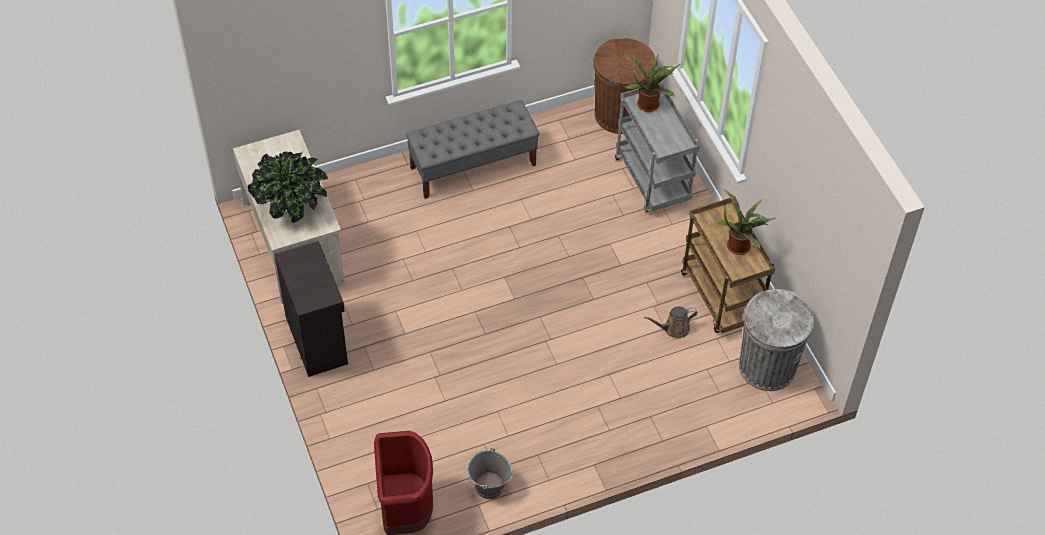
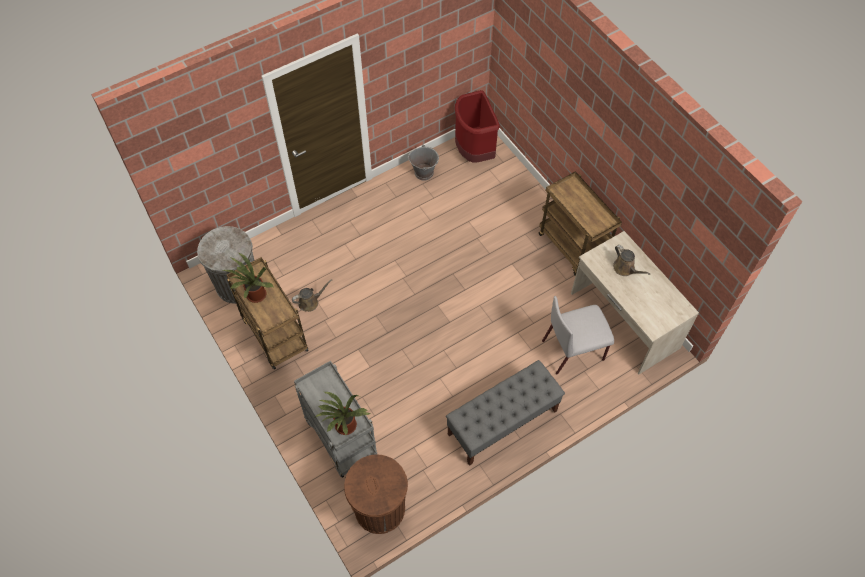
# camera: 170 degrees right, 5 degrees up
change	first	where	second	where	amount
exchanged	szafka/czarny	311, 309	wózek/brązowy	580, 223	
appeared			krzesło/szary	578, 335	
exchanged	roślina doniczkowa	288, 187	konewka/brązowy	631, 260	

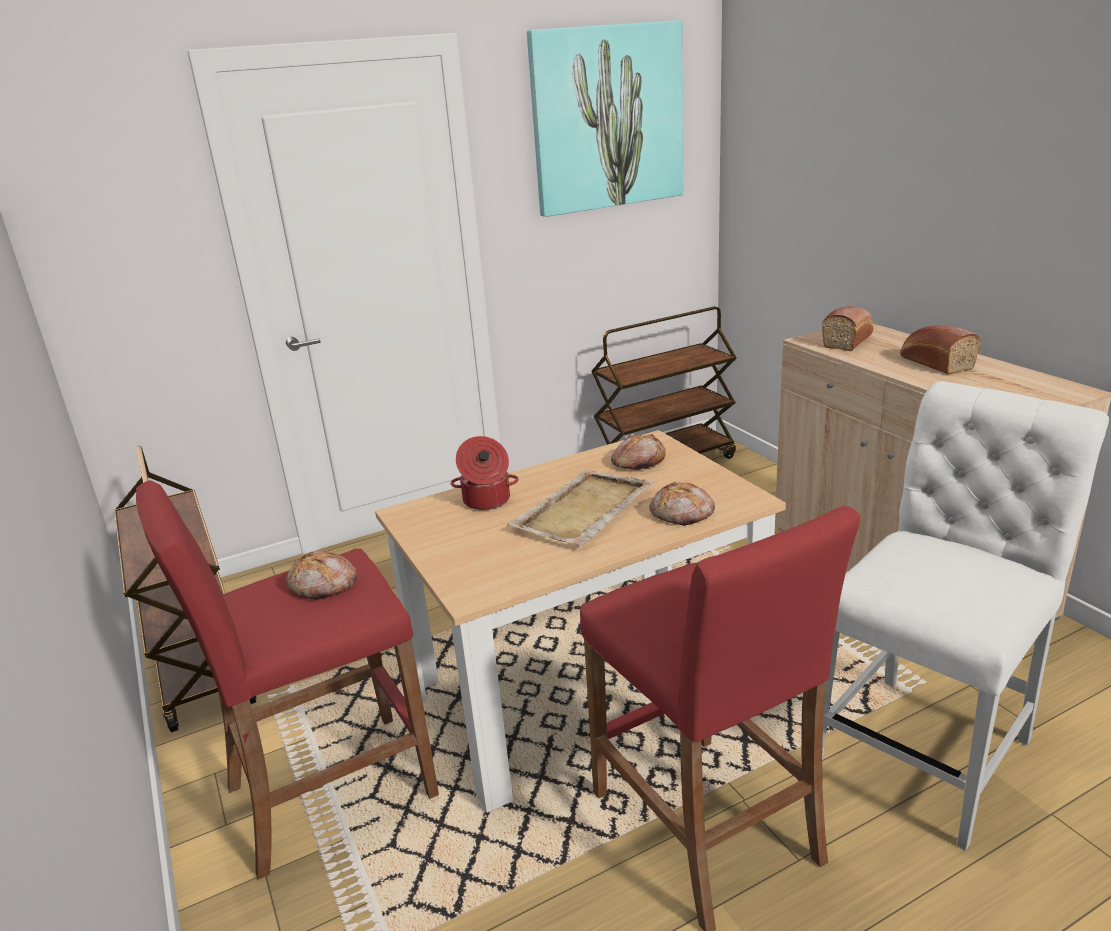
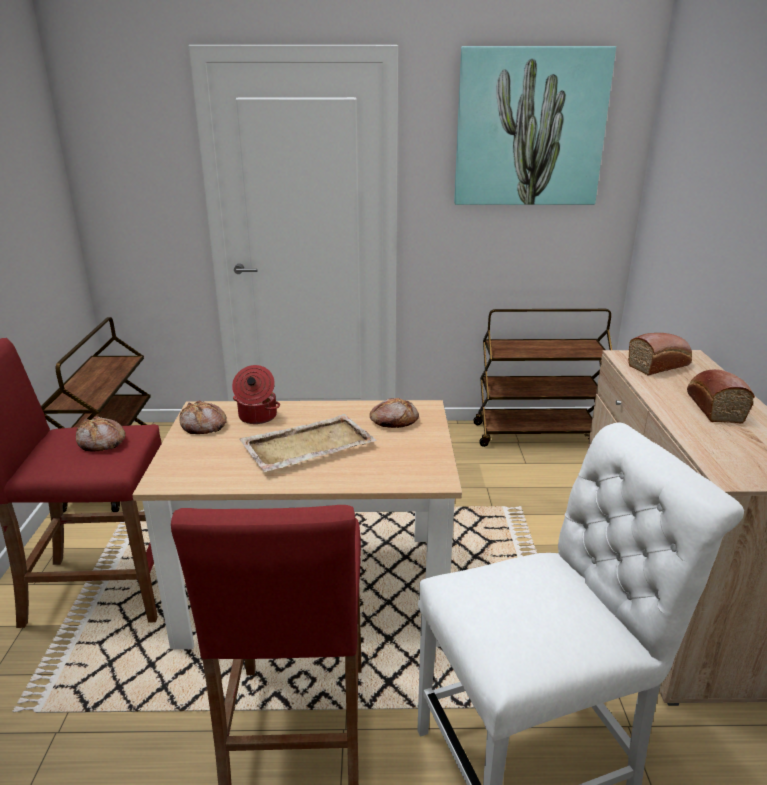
# camera: 25 degrees right, 0 degrees up
change	first	where	second	where	amount
relocated	chleb	682, 504		203, 417	

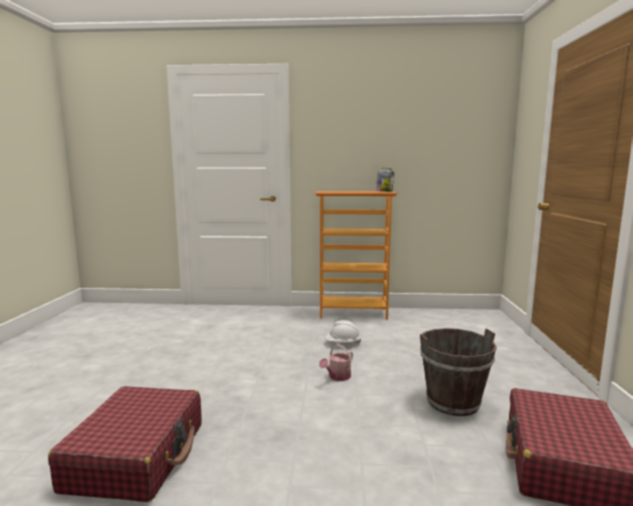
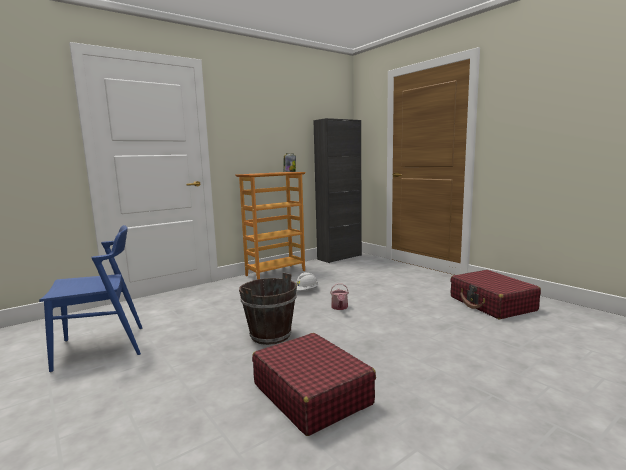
# camera: 40 degrees left, 0 degrees up
change	first	where	second	where	amount
appeared			krzesło/niebieski	90, 298	
relocated	wiadro/brązowy	458, 372		268, 309	
appeared			szafka/czarny	337, 190	

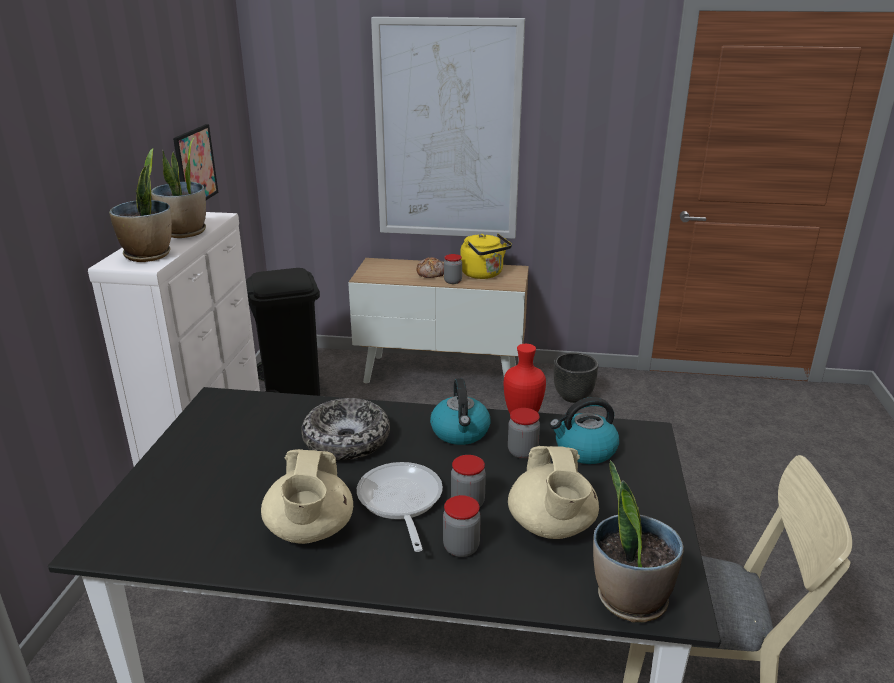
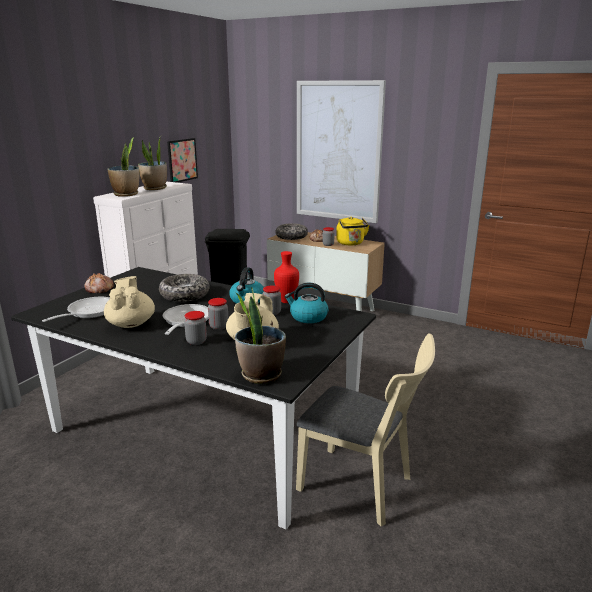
# camera: 20 degrees right, 5 degrees down
change	first	where	second	where	amount
appeared			patelnia	76, 309	
appeared			chleb	99, 283	
spun	imbryk/beżowy	307, 496		129, 302	150 degrees clockwise
appeared			miska	292, 231	
missing	donica/czarny	576, 378			

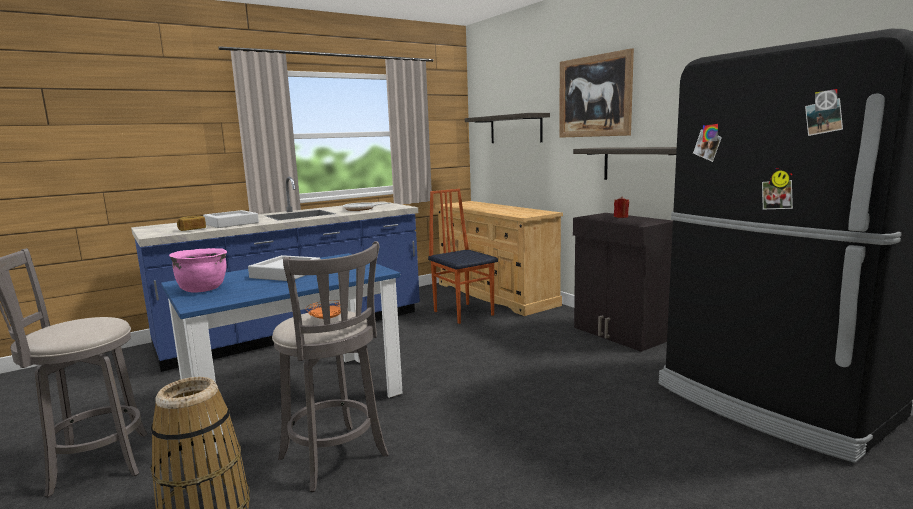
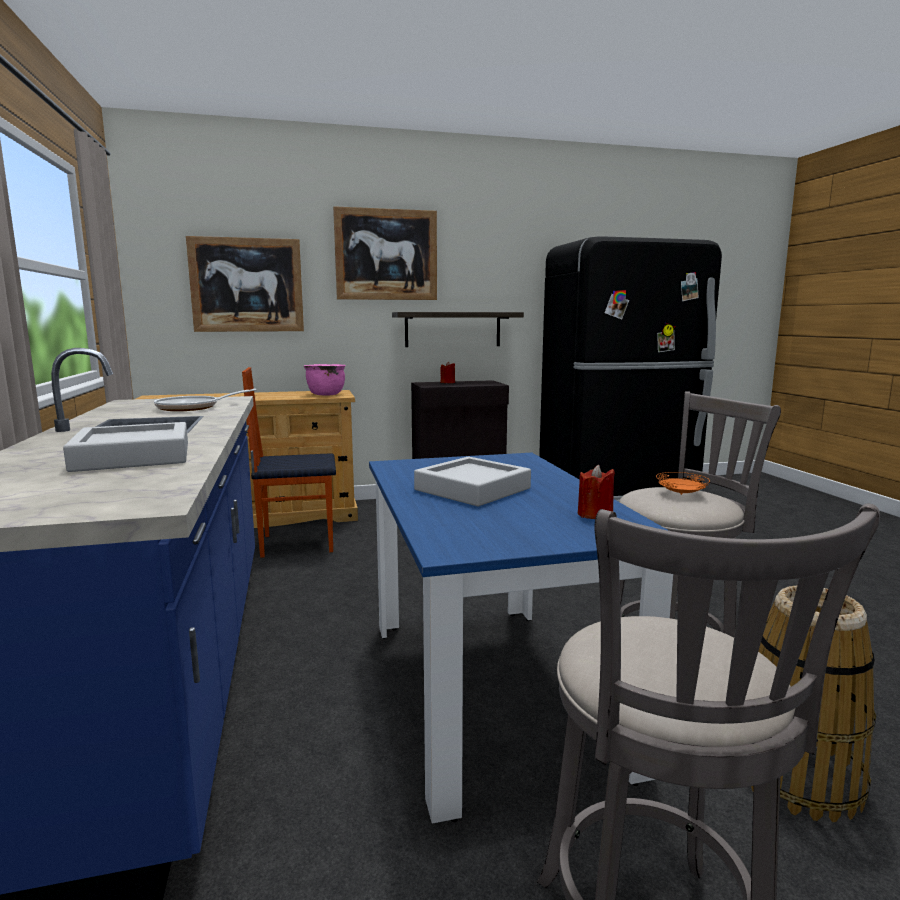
# camera: 70 degrees left, 0 degrees up
change	first	where	second	where	amount
exchanged	półka	507, 128	obraz	245, 284	
relocated	garnek/różowy	198, 270		324, 380	
appeared			świeca/czerwony	596, 492	
missing	chleb	191, 223			

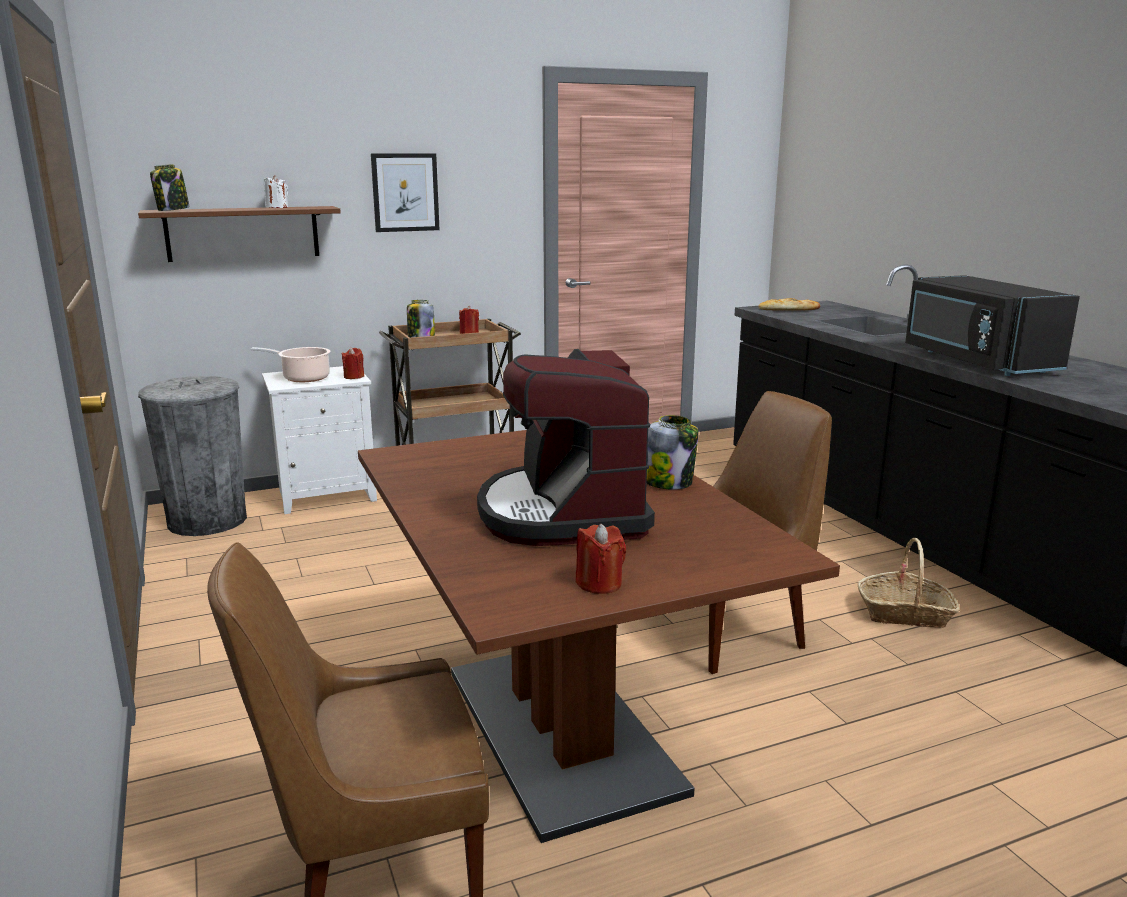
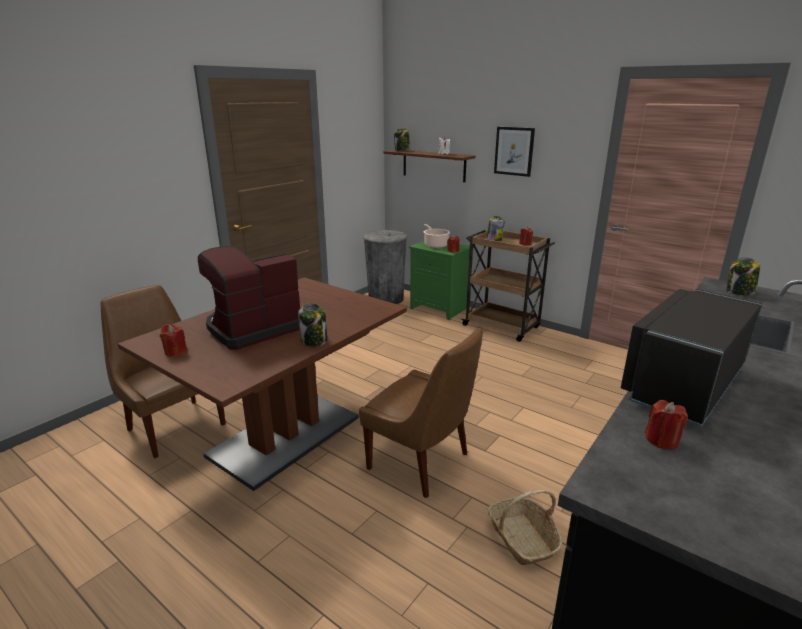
# camera: 60 degrees right, 5 degrees up
change	first	where	second	where	amount
colour	szafka nocna/biały	319, 440	szafka nocna/zielony	441, 280	
appeared			świeca/czerwony	666, 424	
exchanged	chleb	789, 304	słoik	743, 276	

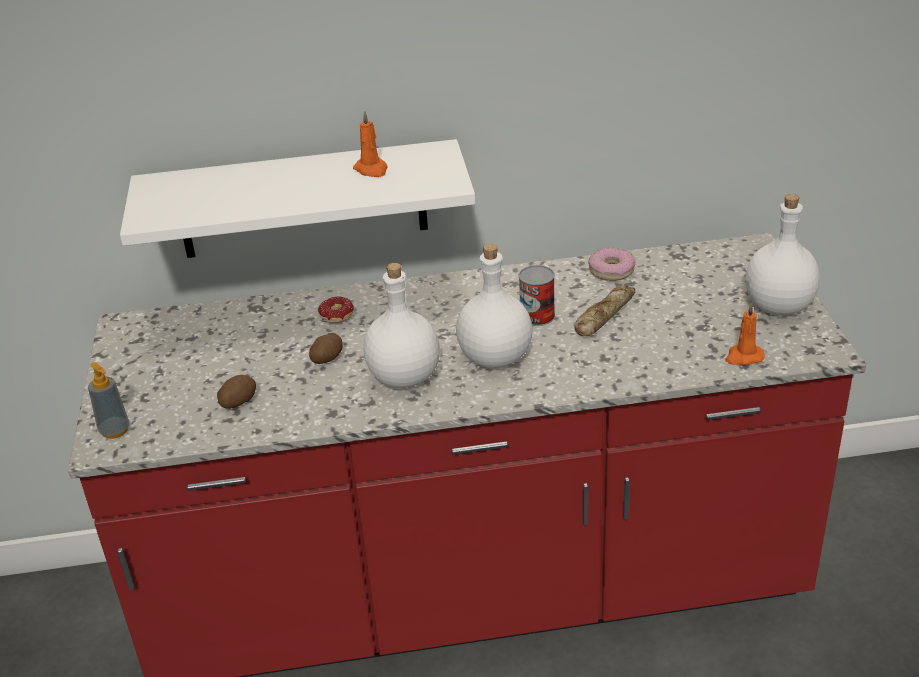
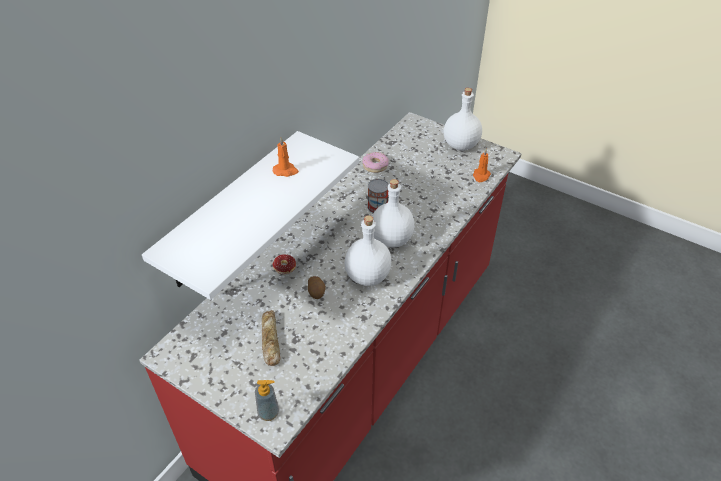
# camera: 50 degrees left, 10 degrees up
change	first	where	second	where	amount
relocated	chleb	605, 310		271, 338	
missing	ziemniak	236, 392			

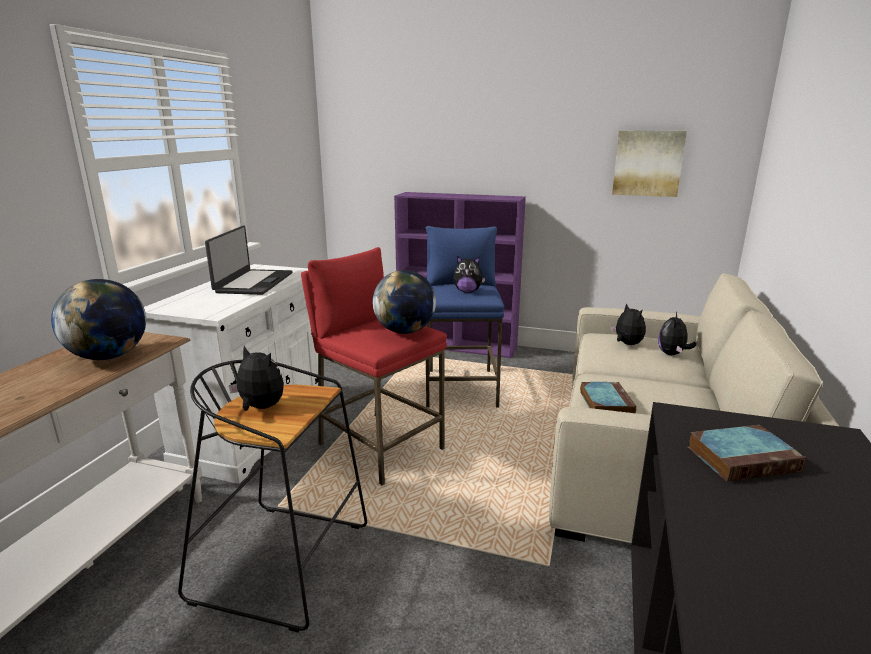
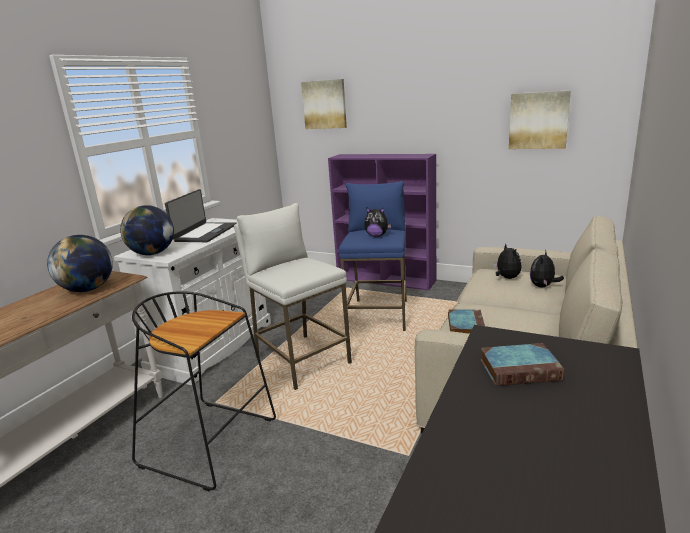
# camera: 10 degrees right, 0 degrees up
change	first	where	second	where	amount
relocated	globus	404, 302		147, 230	
colour	stołek/czerwony	374, 366	stołek/biały	293, 296	
appeared			obraz	324, 104	
missing	pluszak	256, 378			

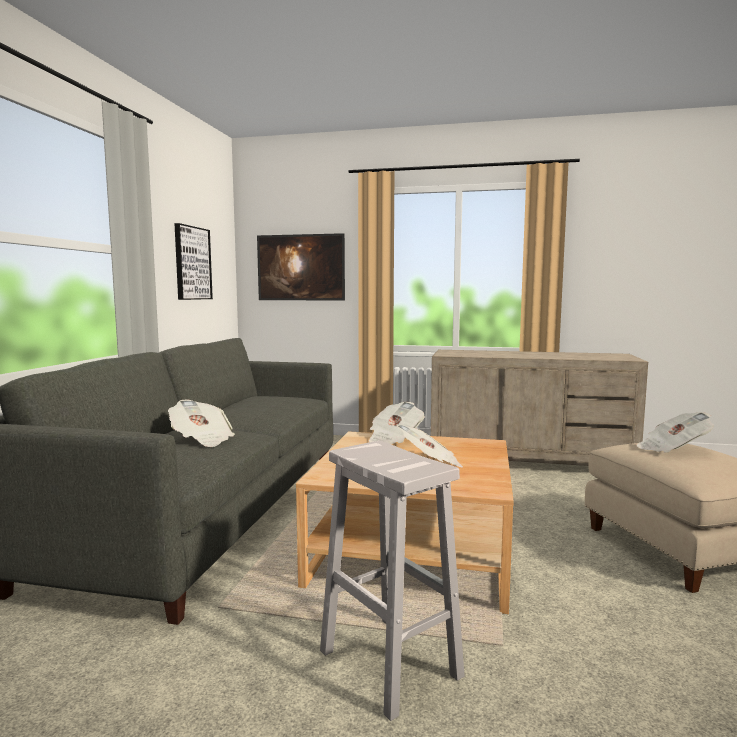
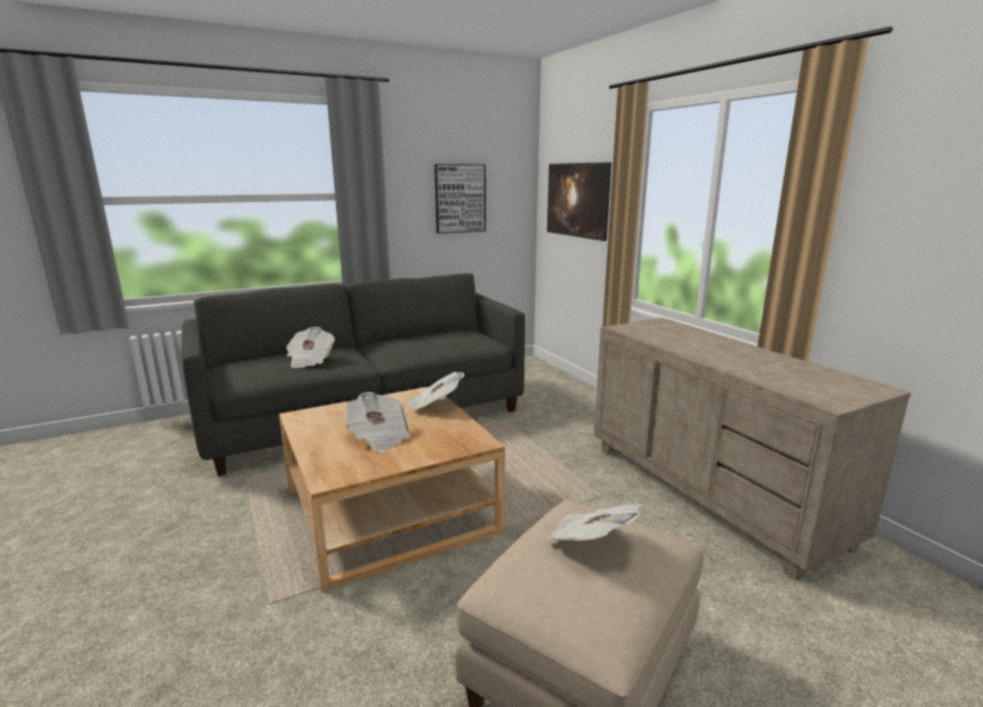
# camera: 50 degrees right, 10 degrees up
change	first	where	second	where	amount
missing	stołek/biały	392, 580			

